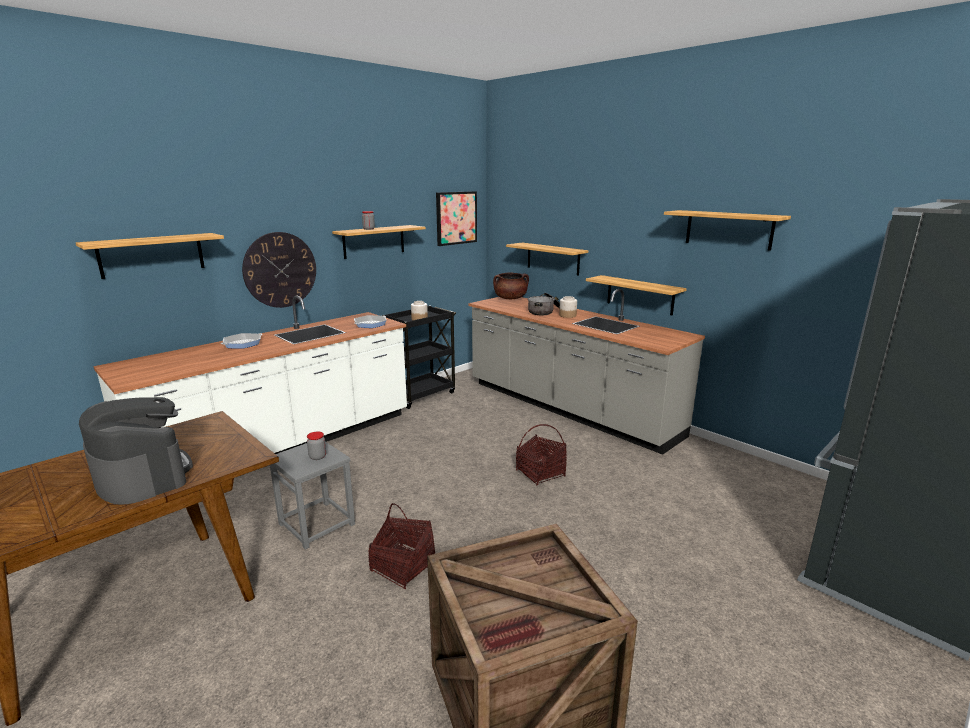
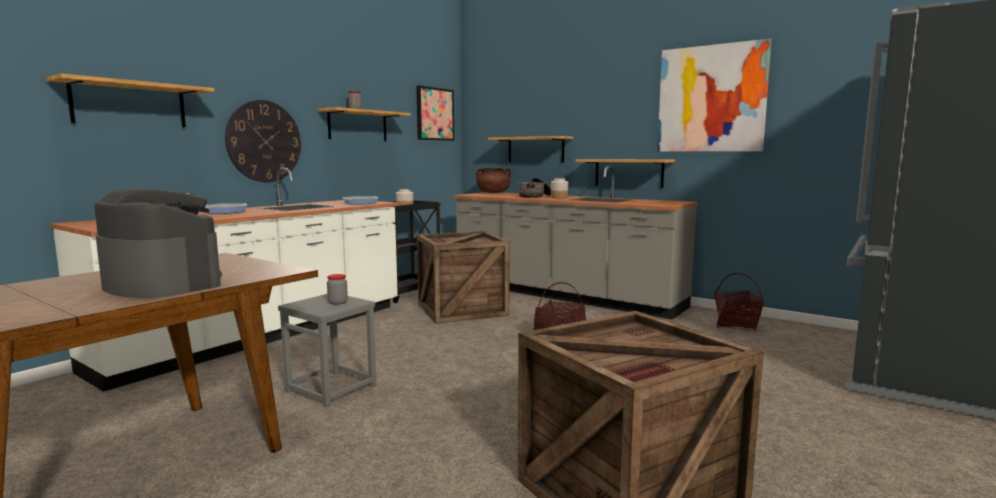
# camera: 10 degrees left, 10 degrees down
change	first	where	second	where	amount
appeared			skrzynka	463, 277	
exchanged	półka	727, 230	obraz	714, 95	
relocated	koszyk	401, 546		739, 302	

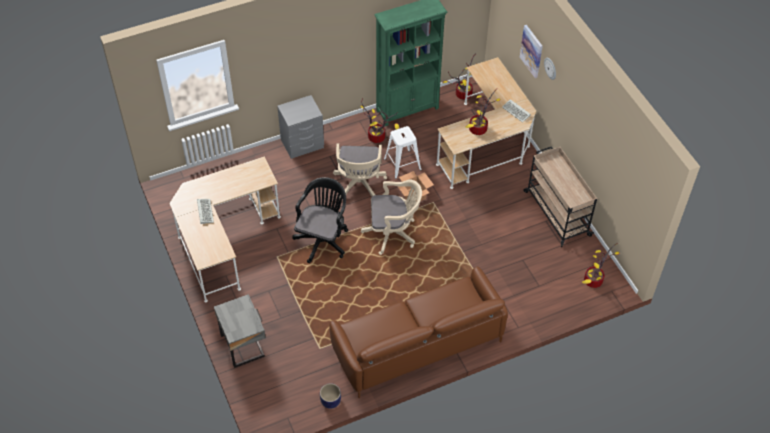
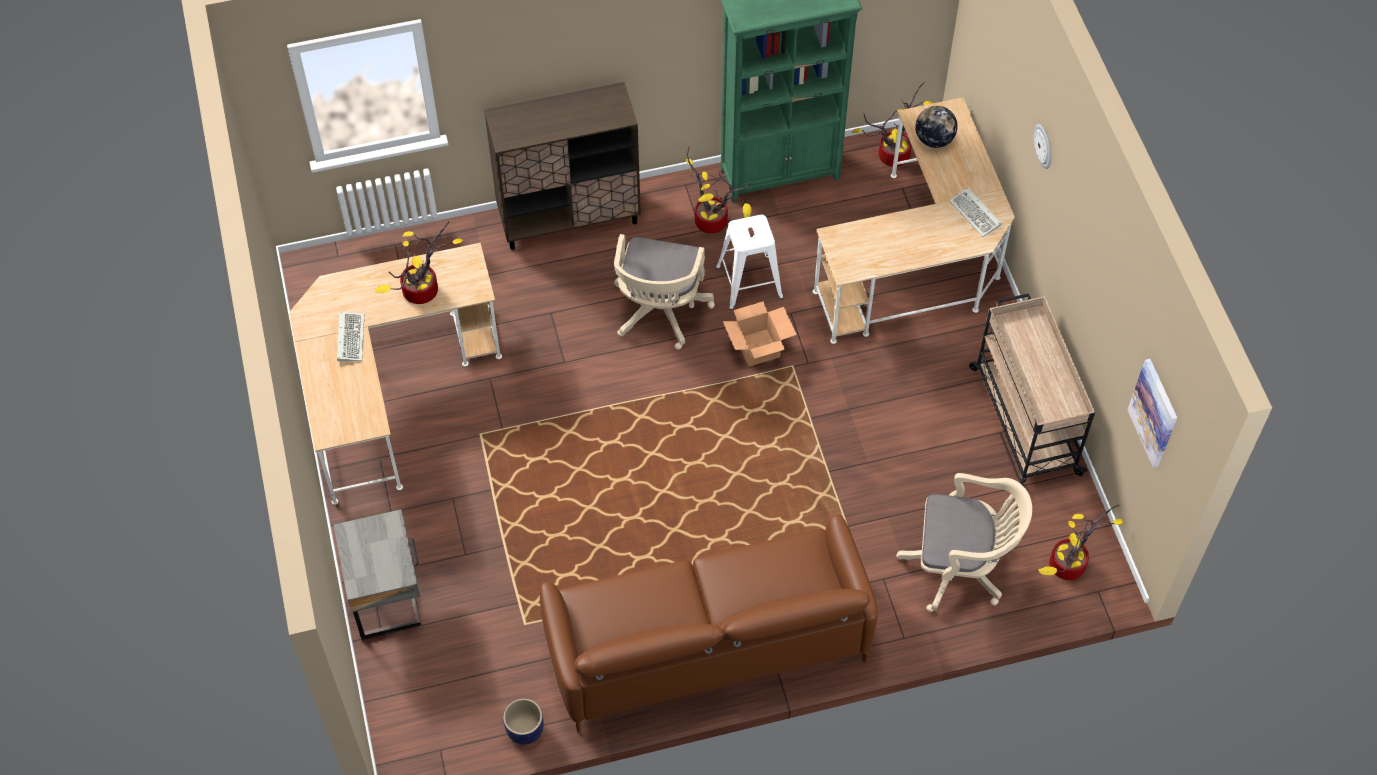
# camera: 10 degrees right, 5 degrees up
change	first	where	second	where	amount
relocated	roślina doniczkowa	483, 112		419, 262	
exchanged	szafka nocna/szary	300, 127	szafka/brązowy	562, 166	
relocated	krzesło biurowe/beżowy	391, 217		964, 542	
appeared			globus	936, 127	
relocated	obraz	531, 51		1152, 413	
missing	krzesło biurowe/czarny	320, 220			

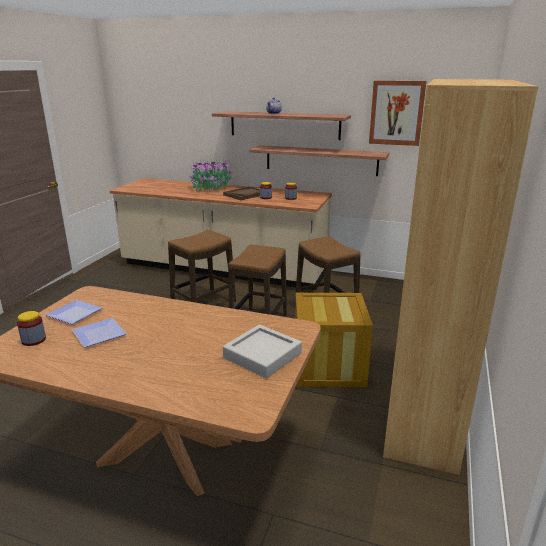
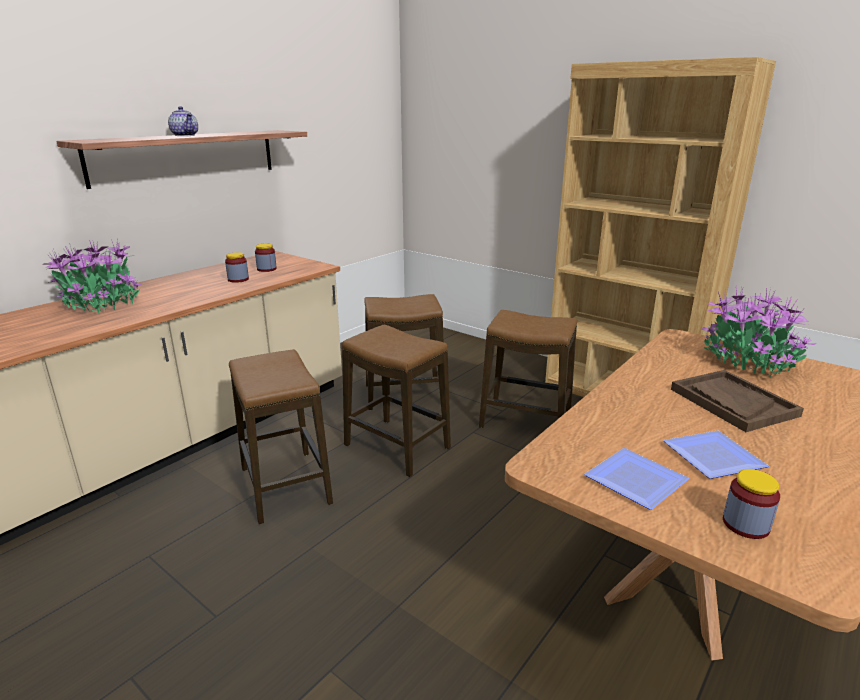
# camera: 70 degrees left, 0 degrees up
change	first	where	second	where	amount
exchanged	skrzynka	334, 340	stołek	528, 369	
relocated	taca/brązowy	241, 193		737, 401	
exchanged	taca/szary	262, 351	roślina doniczkowa	758, 332	
missing	półka	319, 160			
missing	obraz	398, 113			

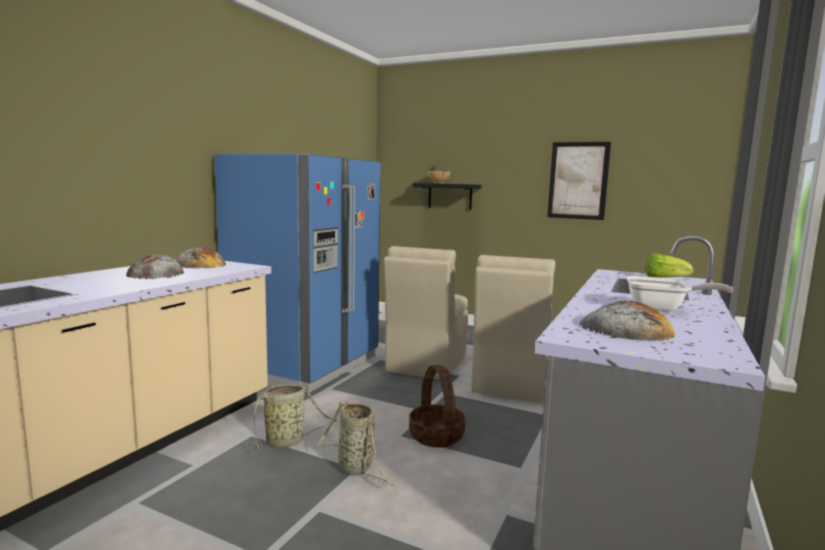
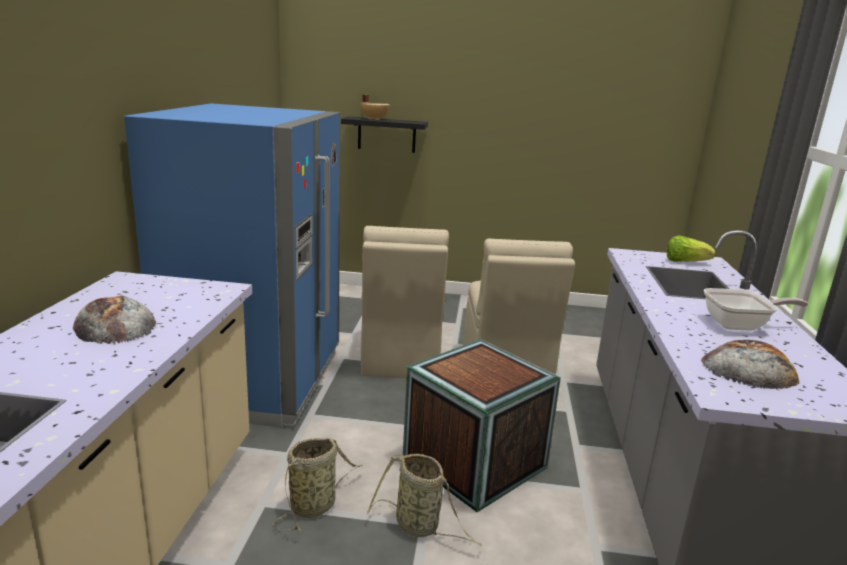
# camera: 20 degrees left, 10 degrees up
change	first	where	second	where	amount
exchanged	koszyk	437, 406	skrzynka	482, 425	
missing	chleb	201, 257			
missing	obraz	579, 181			

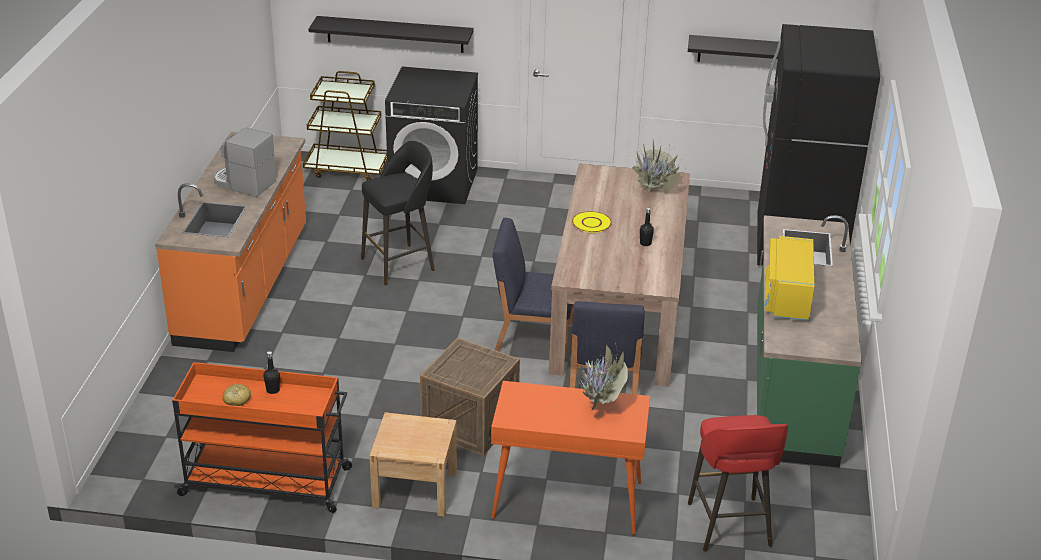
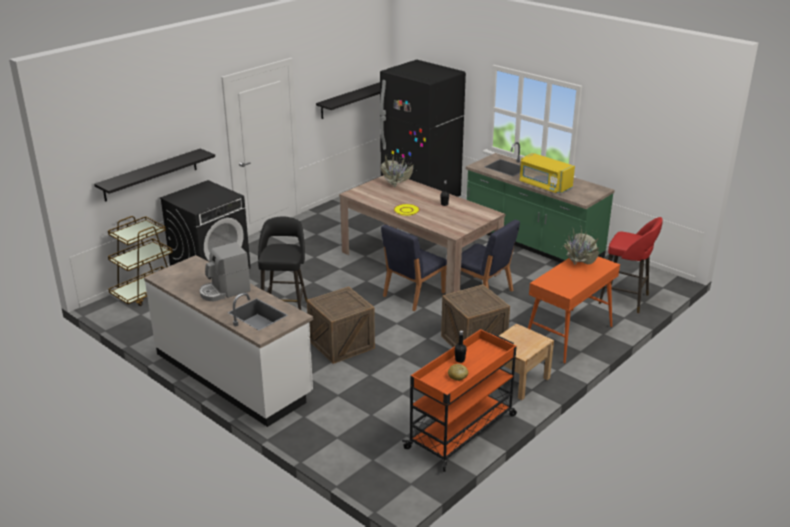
# camera: 55 degrees left, 5 degrees down
change	first	where	second	where	amount
colour	zabudowa kuchenna/pomarańczowy	230, 242	zabudowa kuchenna/biały	228, 341	
appeared			skrzynka	341, 325	

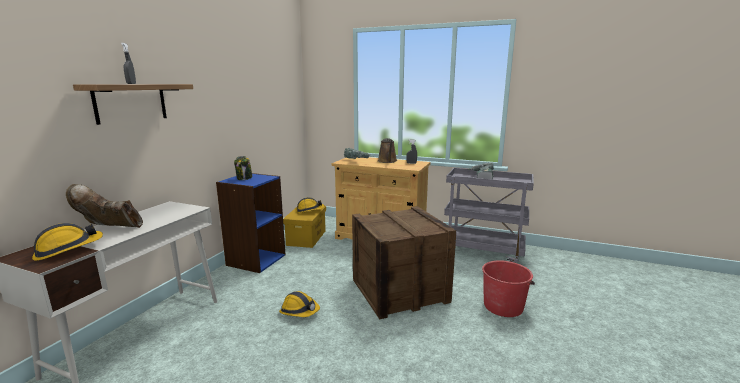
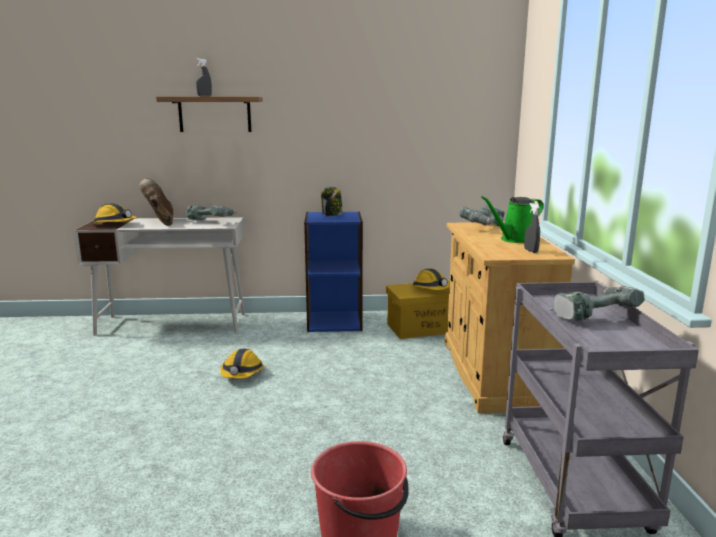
# camera: 65 degrees right, 0 degrees up
change	first	where	second	where	amount
appeared			wiertarka	212, 212	
colour	konewka/brązowy	387, 150	konewka/zielony	512, 219	
missing	skrzynka	404, 262			

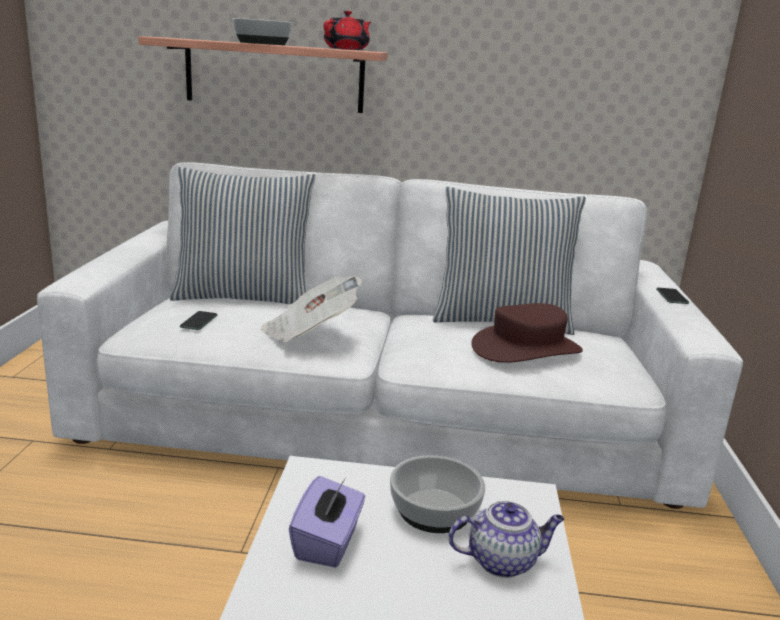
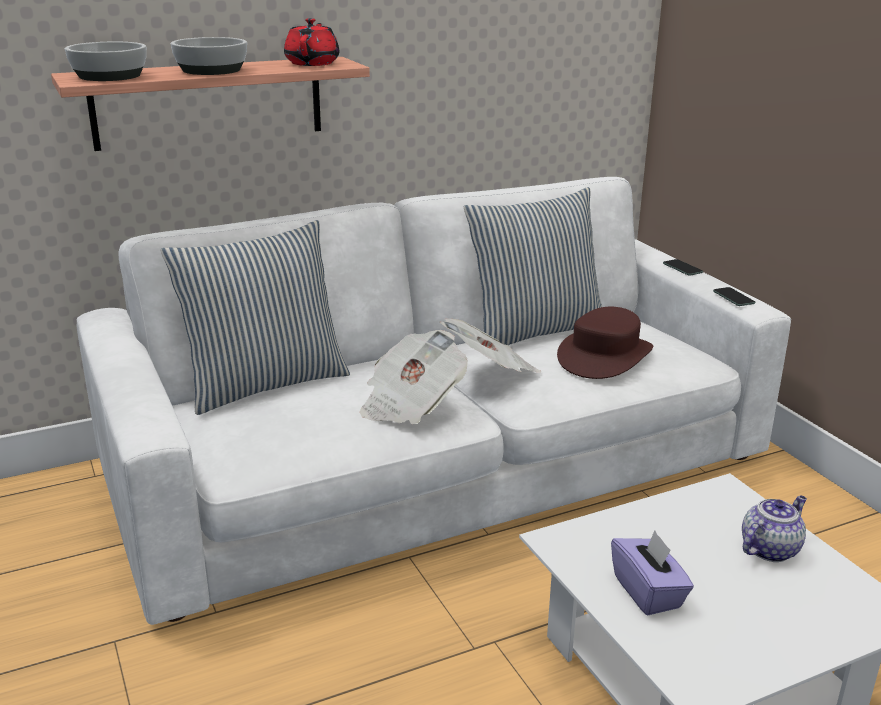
# camera: 30 degrees left, 5 degrees up
change	first	where	second	where	amount
relocated	miska	437, 494		106, 61	
appeared			gazeta	490, 345	
relocated	telefon	198, 320		734, 296	

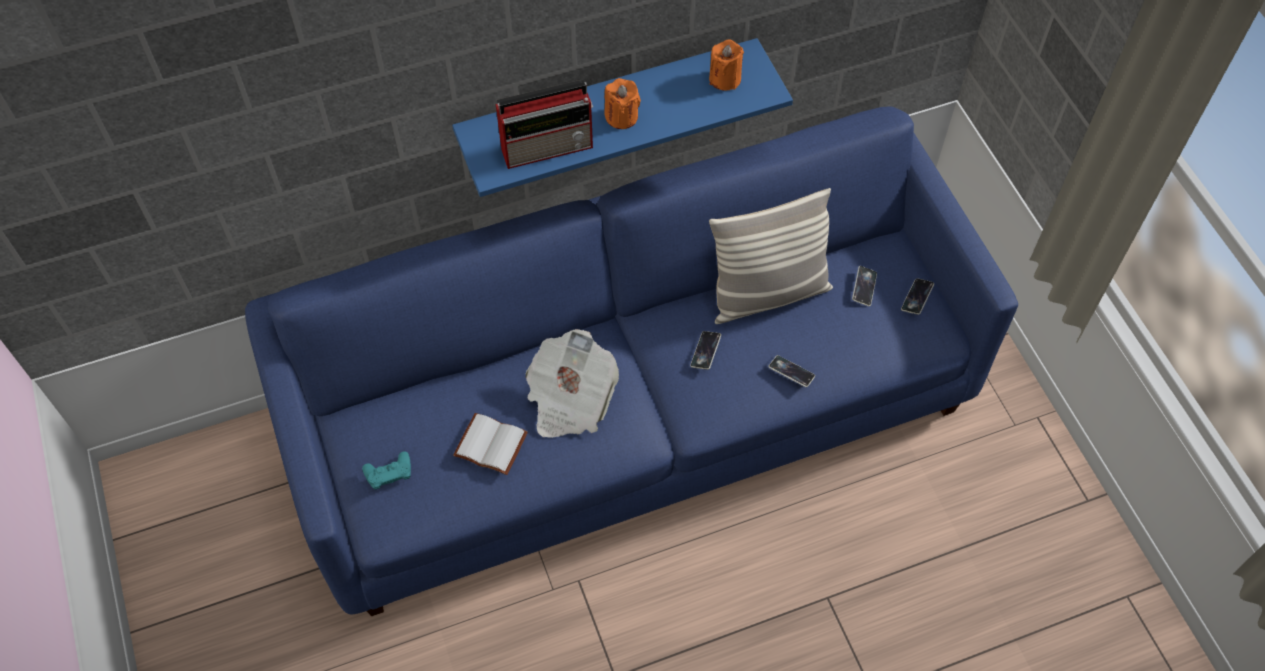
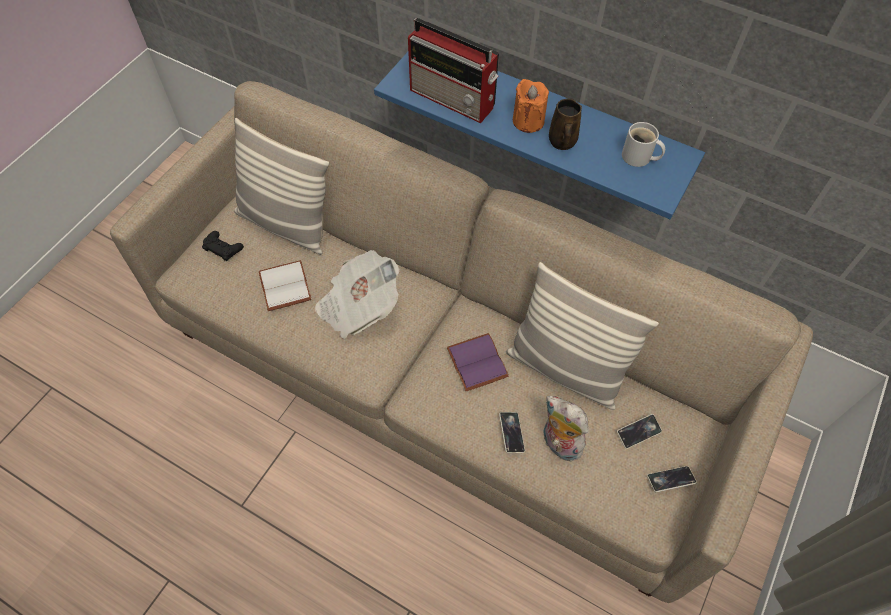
# camera: 50 degrees right, 0 degrees up
change	first	where	second	where	amount
colour	kanapa/niebieski	631, 361	kanapa/beżowy	461, 342	
colour	pad do gier/turkusowy	386, 470	pad do gier/czarny	223, 246	
appeared			poduszka	281, 186	
exchanged	telefon	705, 350	książka/fioletowy	477, 362	
appeared			pluszak	566, 428	
appeared			kubek/brązowy	565, 124	
exchanged	świeca/pomarańczowy	726, 65	kubek/biały	643, 144	

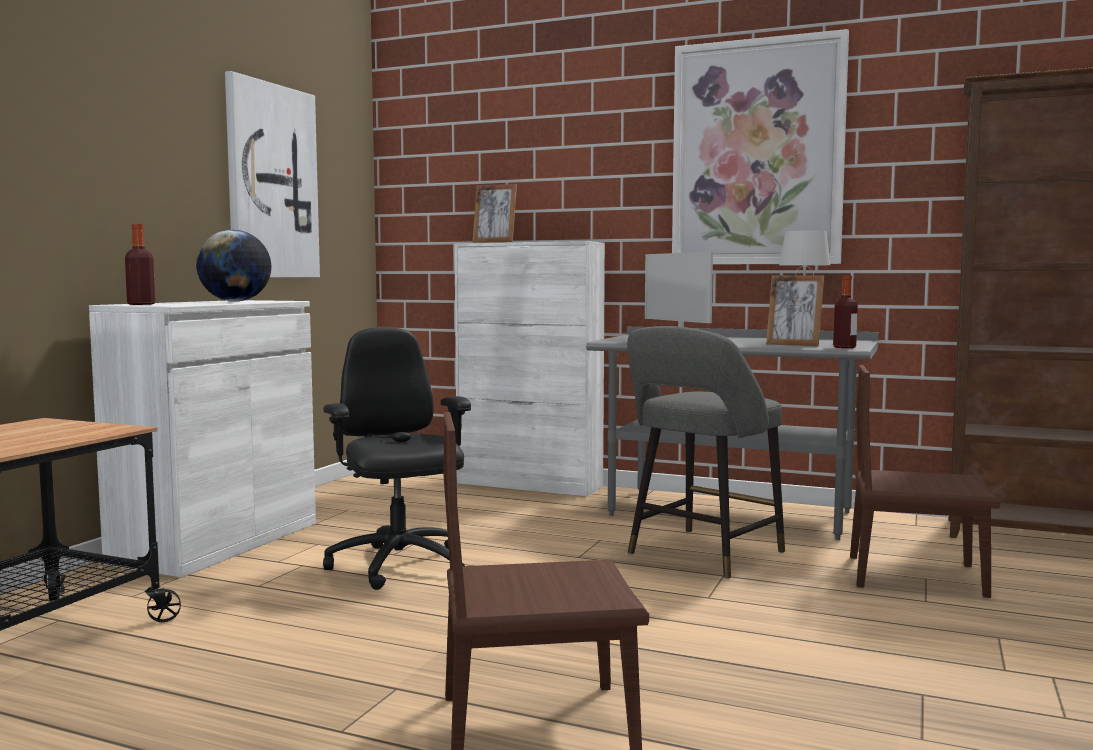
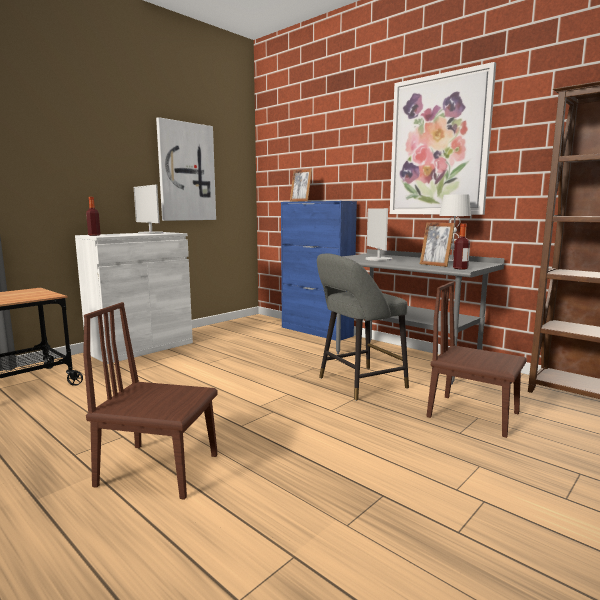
# camera: 20 degrees right, 5 degrees up
change	first	where	second	where	amount
exchanged	globus	233, 266	monitor	149, 209	
colour	szafka/biały	529, 368	szafka/niebieski	319, 271	
missing	krzesło biurowe/czarny	397, 458			

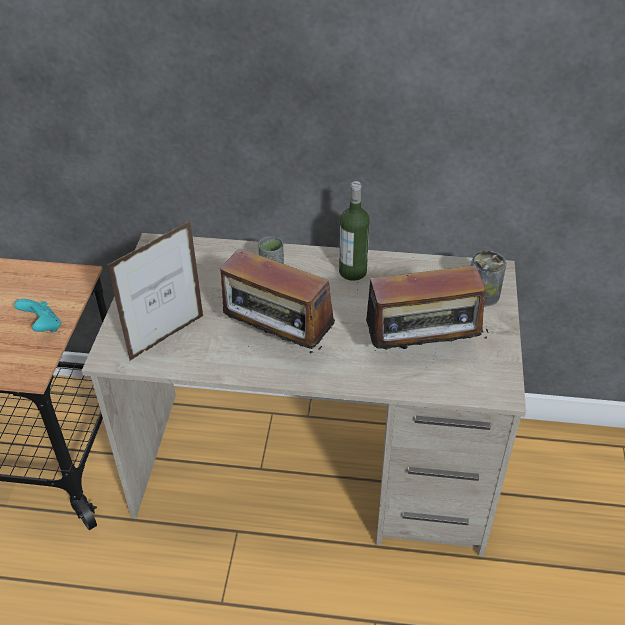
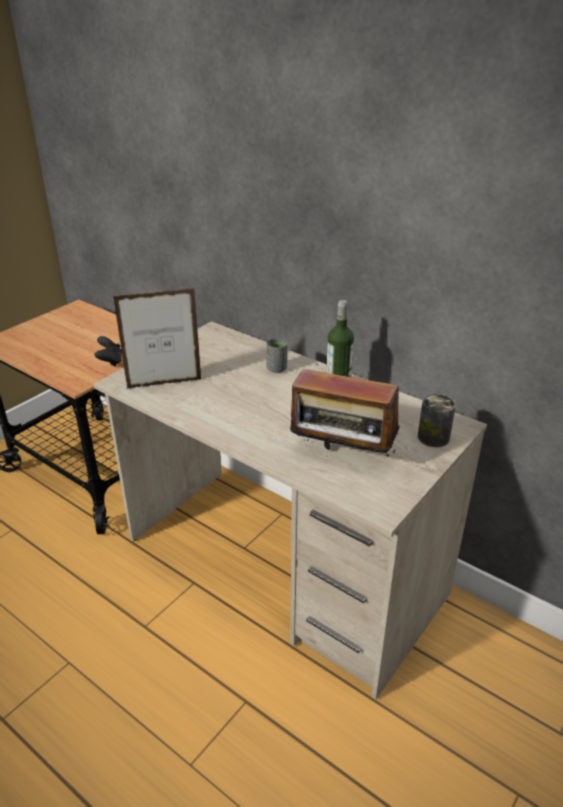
# camera: 30 degrees right, 10 degrees down
change	first	where	second	where	amount
colour	pad do gier/turkusowy	37, 315	pad do gier/czarny	108, 351	
missing	radio	277, 300			

